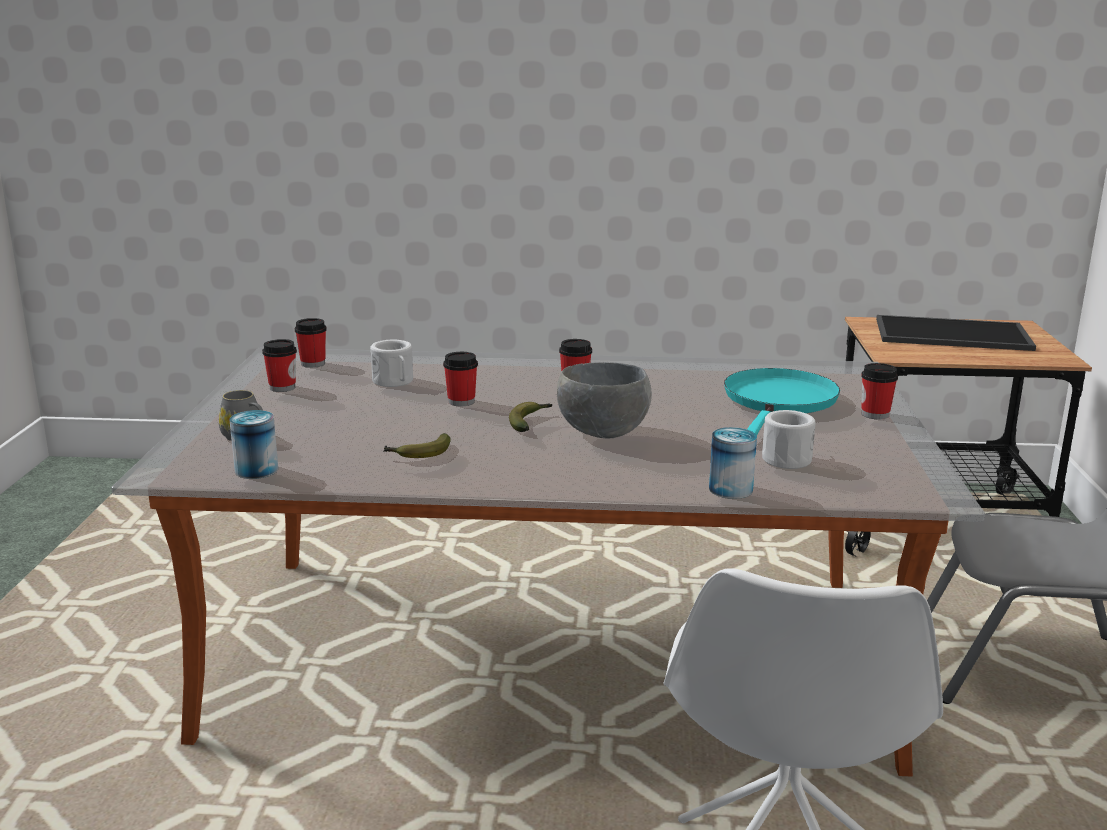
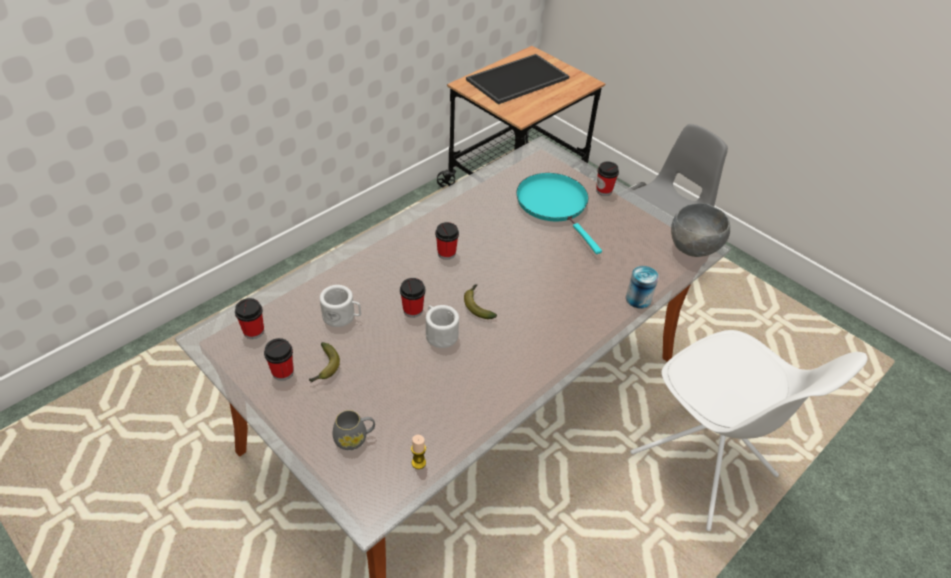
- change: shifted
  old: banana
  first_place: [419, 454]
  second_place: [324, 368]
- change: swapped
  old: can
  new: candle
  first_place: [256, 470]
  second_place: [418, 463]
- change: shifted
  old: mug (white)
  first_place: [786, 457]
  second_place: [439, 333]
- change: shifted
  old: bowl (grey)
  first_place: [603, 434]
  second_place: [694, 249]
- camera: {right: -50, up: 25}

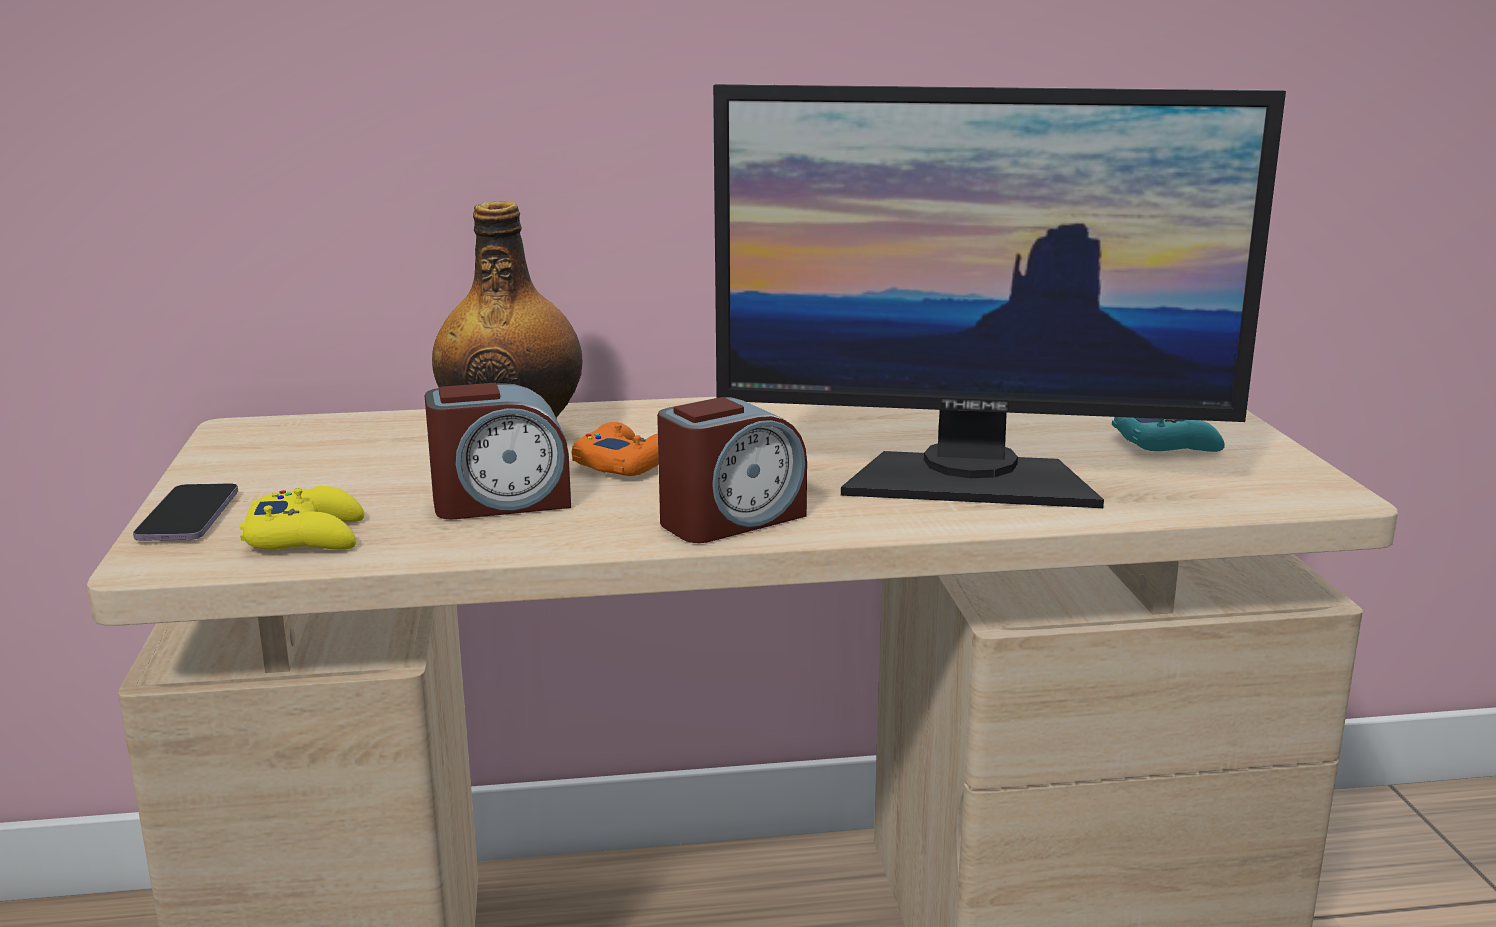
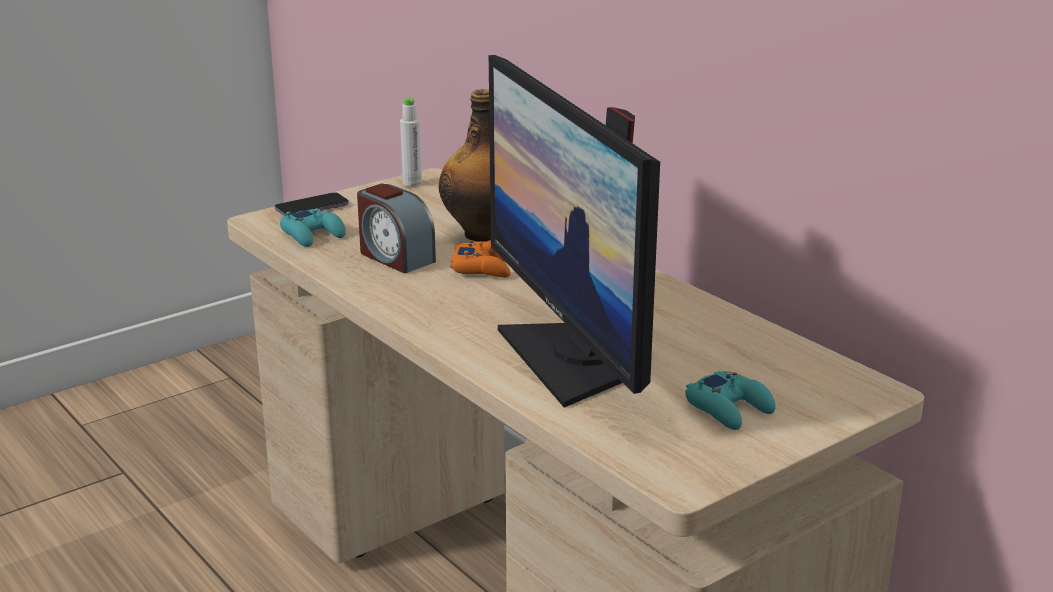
- change: repainted
  old: game controller (yellow)
  new: game controller (turquoise)
  first_place: [307, 536]
  second_place: [313, 235]
- change: new
  new: bottle (white)
  second_place: [412, 183]
- change: gone
  old: alarm clock
  first_place: [731, 520]
- camera: {right: 60, up: 5}

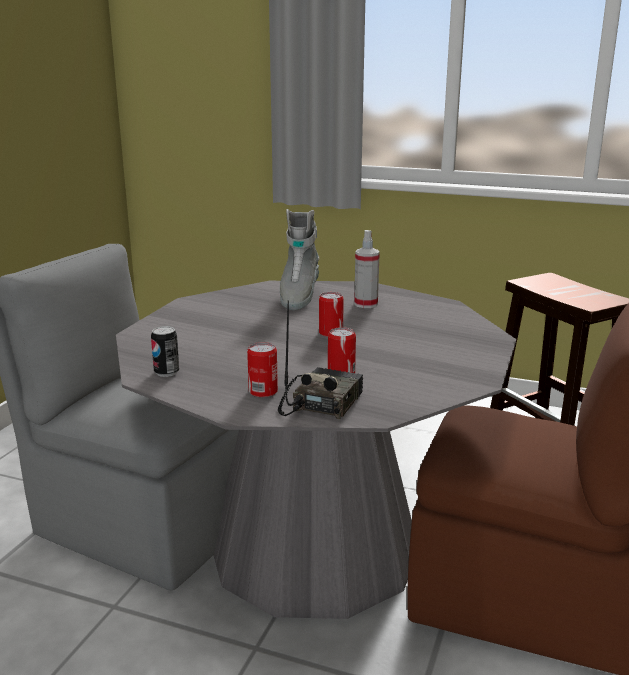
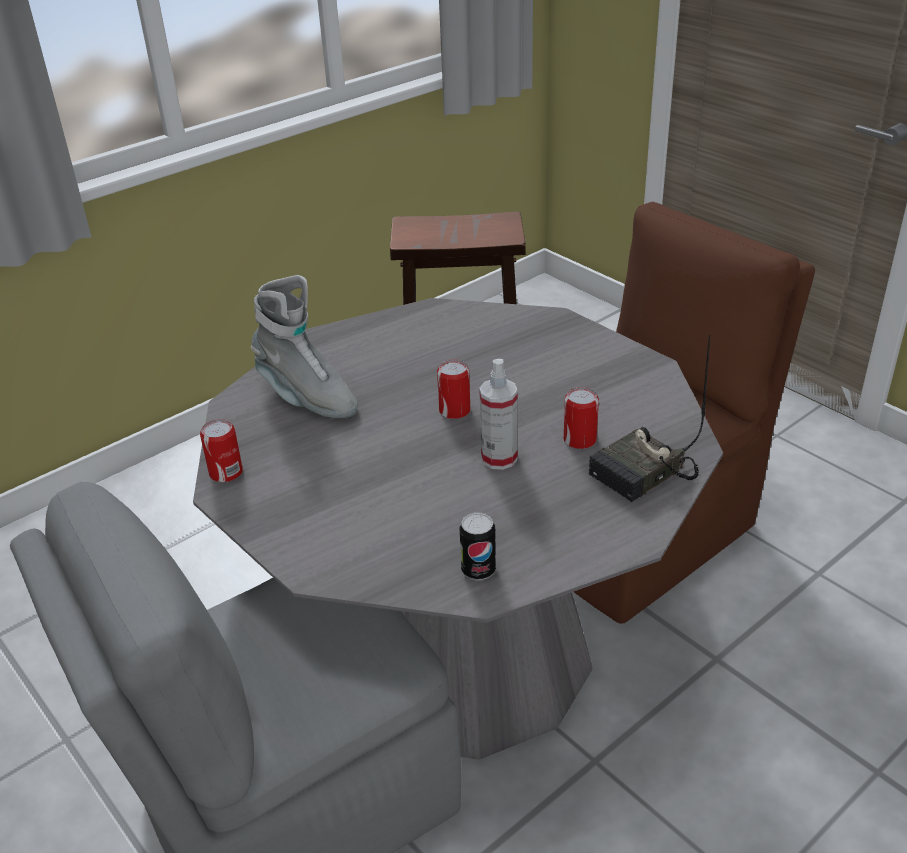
- change: shifted
  old: can
  first_place: [263, 391]
  second_place: [226, 472]
- change: shifted
  old: spray bottle
  first_place: [366, 304]
  second_place: [499, 458]
- change: rotated
  old: radio
  first_place: [320, 403]
  second_place: [644, 475]
  degrees: -90
- camera: {right: -60, up: 15}

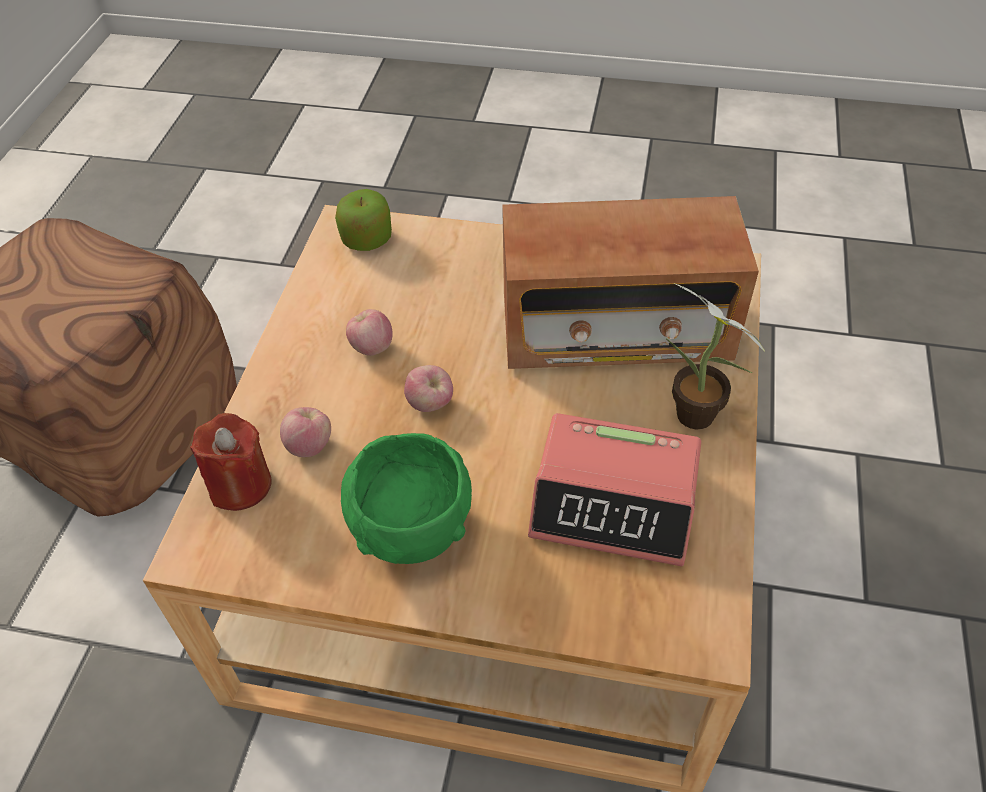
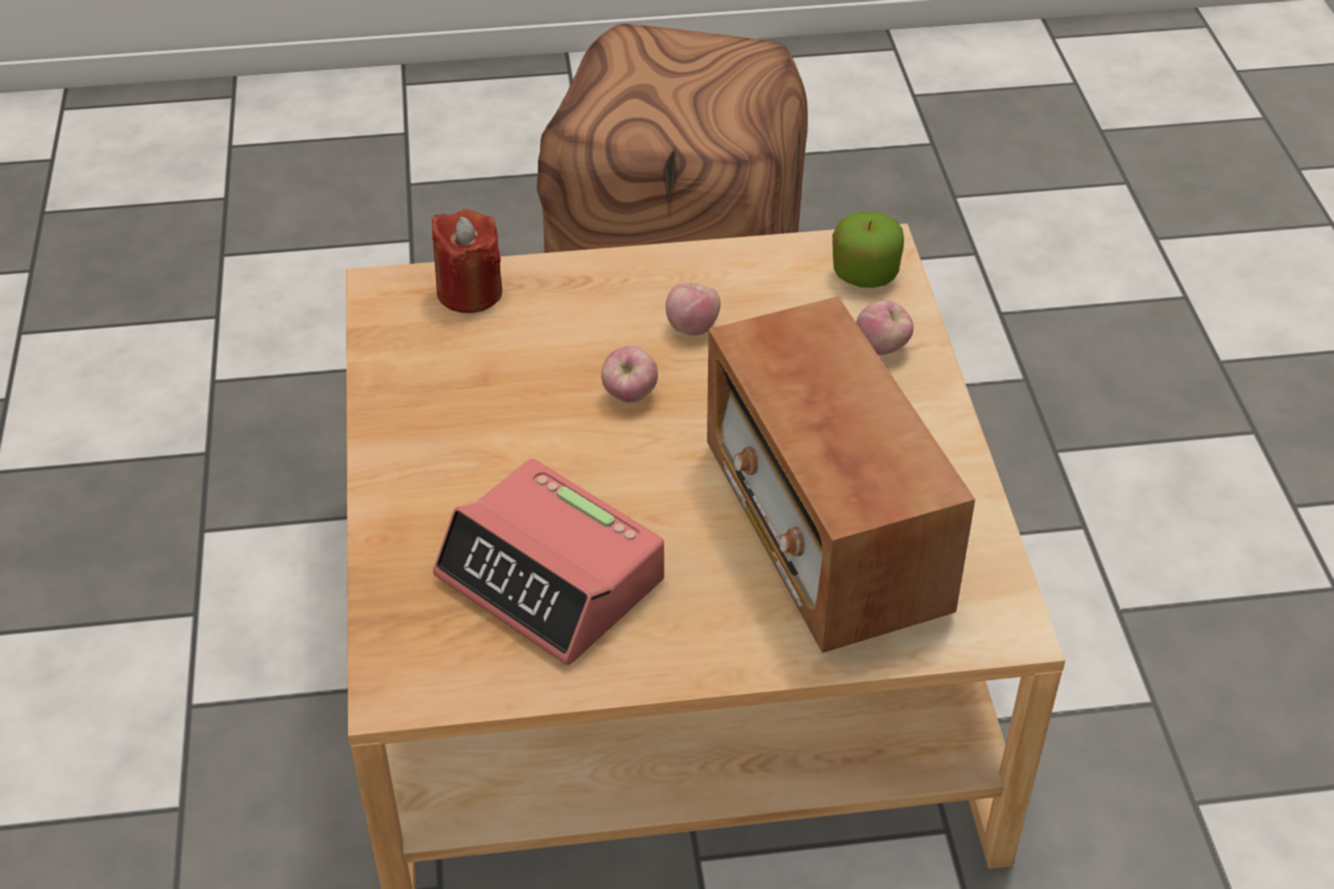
- change: rotated
  old: alarm clock
  first_place: [615, 501]
  second_place: [552, 579]
  degrees: -45
- change: shifted
  old: apple
  first_place: [309, 445]
  second_place: [882, 348]
- change: gone
  old: bowl (green)
  first_place: [411, 531]
- change: gone
  old: potted plant
  first_place: [698, 420]
- camera: {right: 70, up: -5}

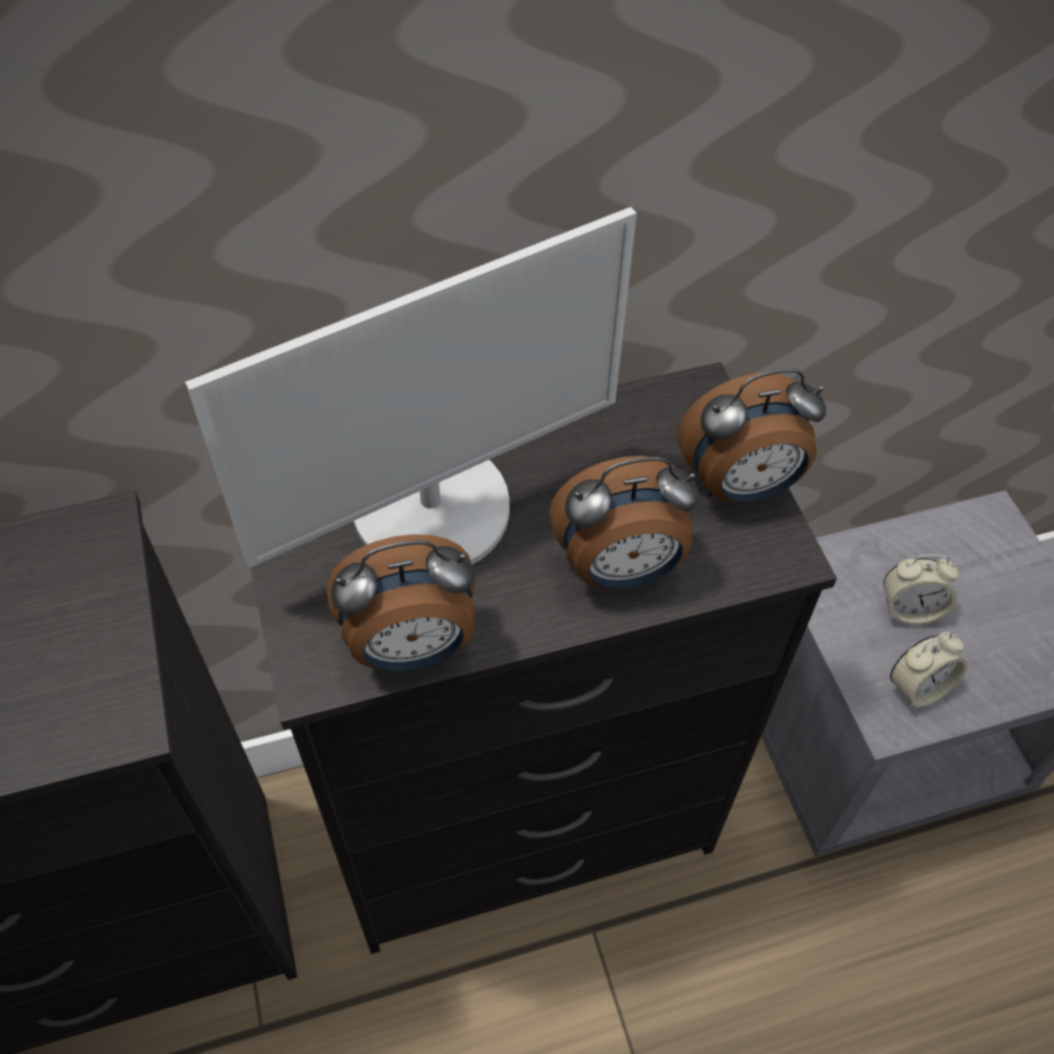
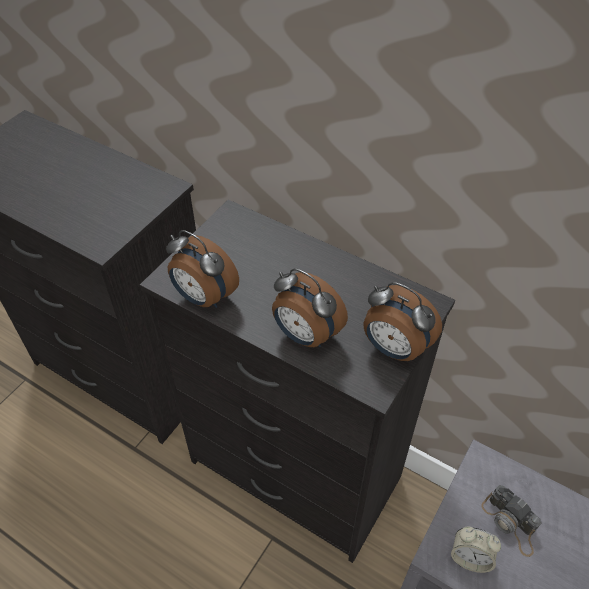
- change: swapped
  old: alarm clock
  new: photo camera
  first_place: [909, 609]
  second_place: [510, 524]
- change: gone
  old: monitor
  first_place: [433, 508]
- camera: {right: 50, up: -5}

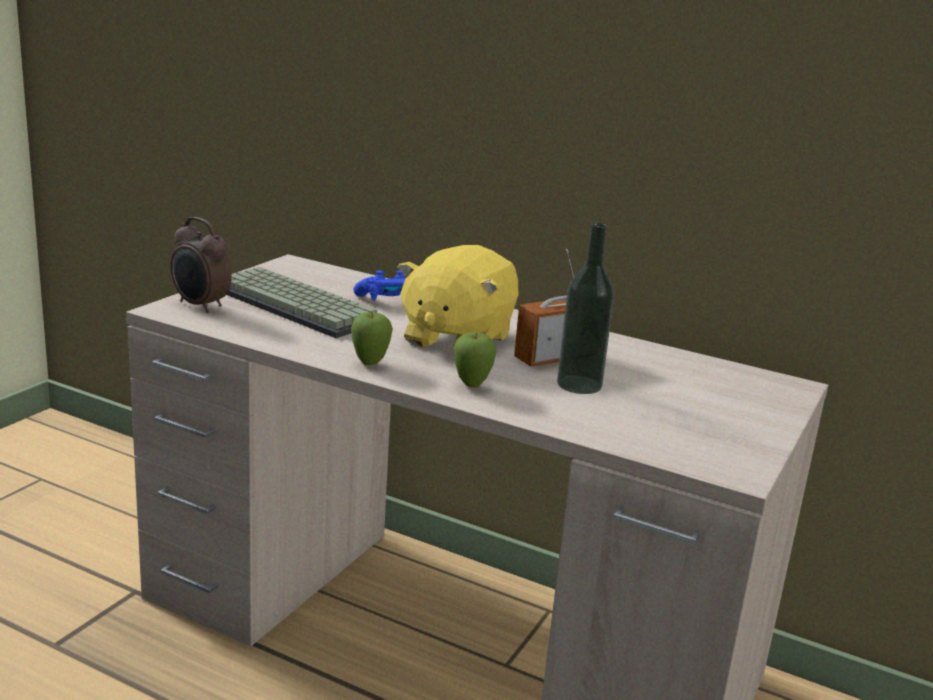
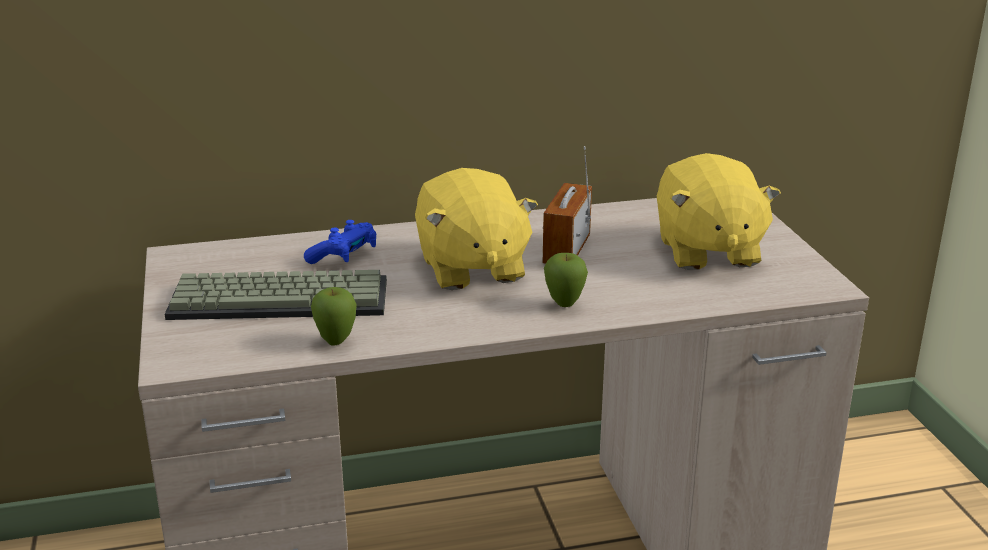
- change: shifted
  old: apple
  first_place: [370, 363]
  second_place: [336, 342]
- change: new
  new: plush toy (yellow)
  second_place: [707, 251]
- change: gone
  old: alarm clock
  first_place: [200, 306]
- change: gone
  old: bottle
  first_place: [579, 385]
- camera: {right: -40, up: 5}

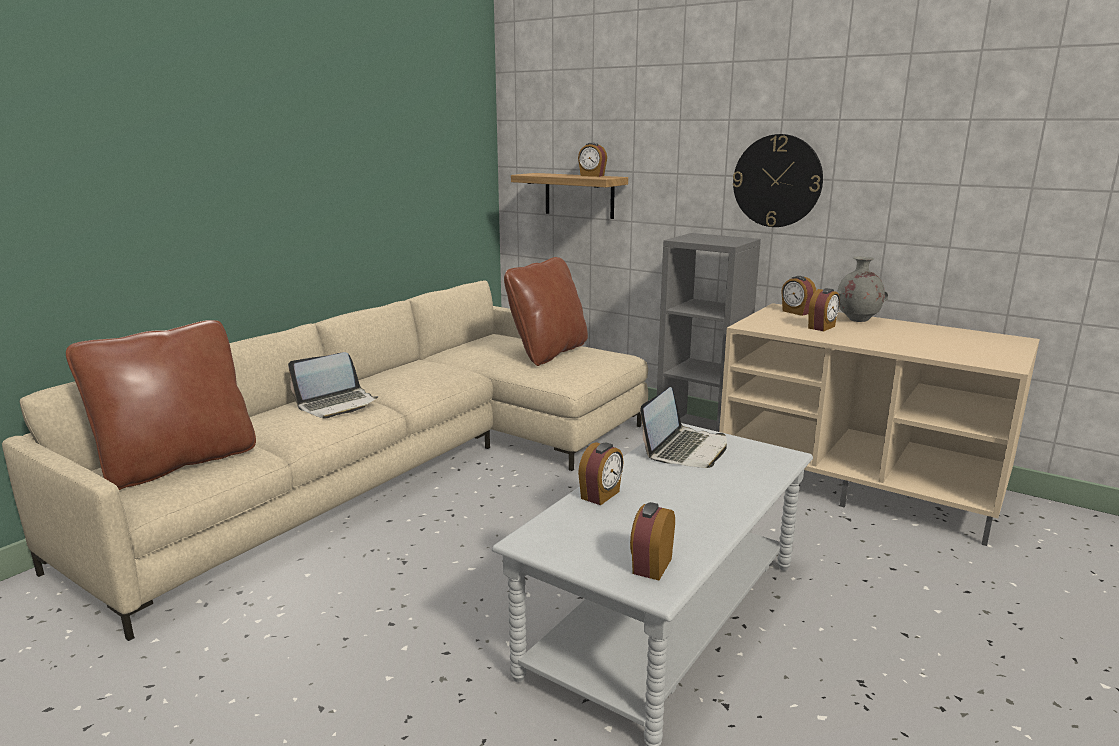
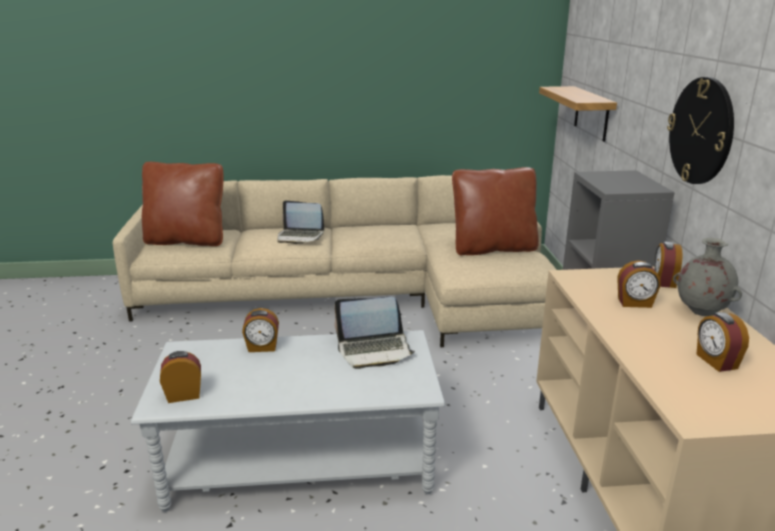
- change: shifted
  old: alarm clock
  first_place: [592, 176]
  second_place: [715, 361]
- camera: {right: 50, up: 5}

